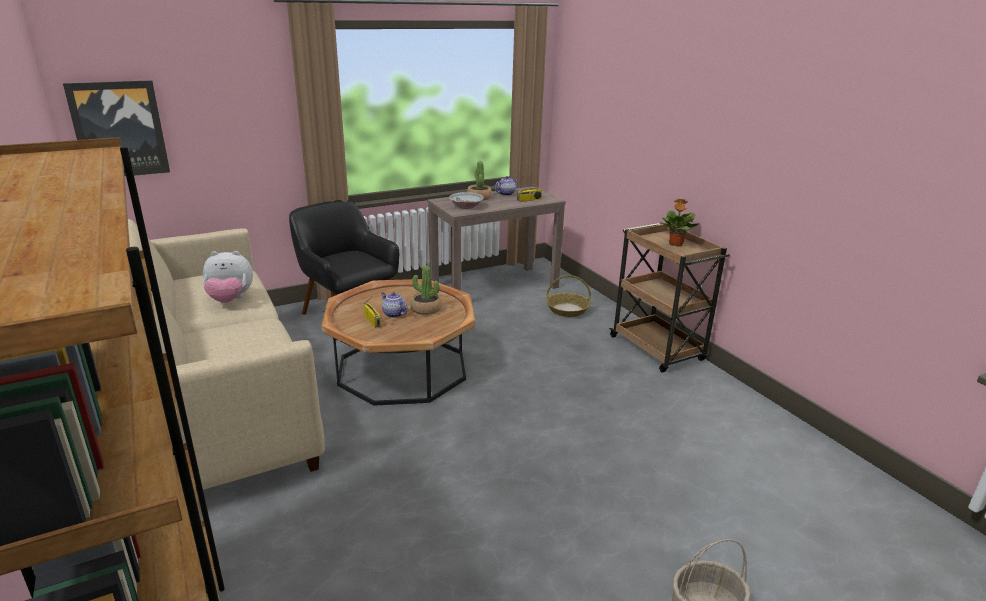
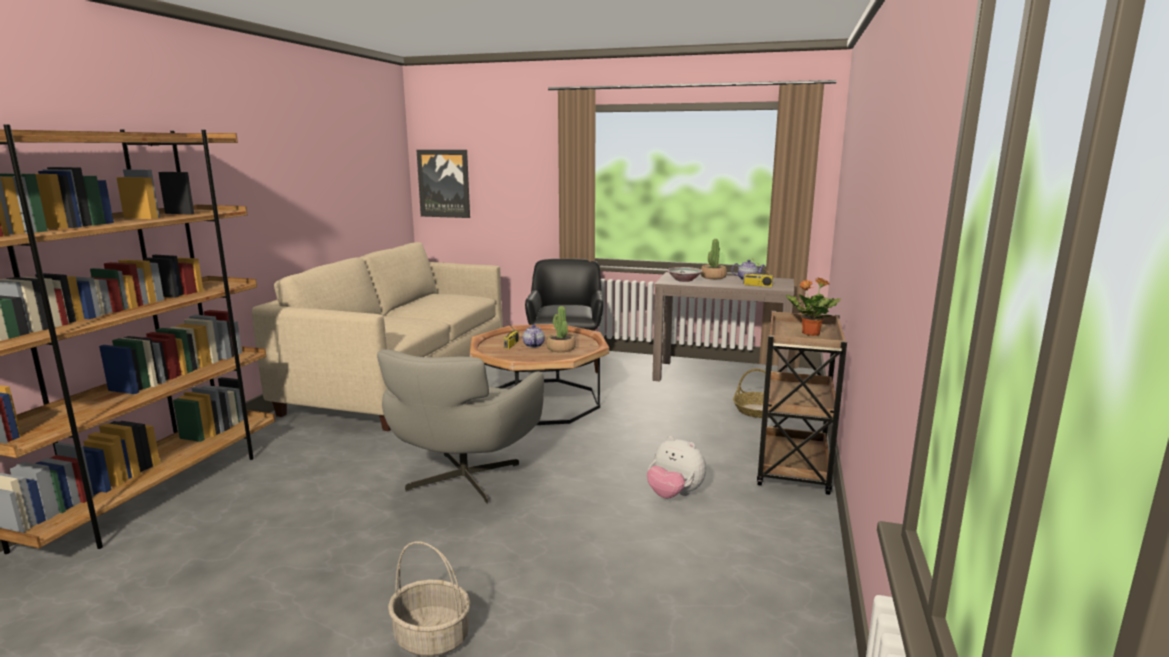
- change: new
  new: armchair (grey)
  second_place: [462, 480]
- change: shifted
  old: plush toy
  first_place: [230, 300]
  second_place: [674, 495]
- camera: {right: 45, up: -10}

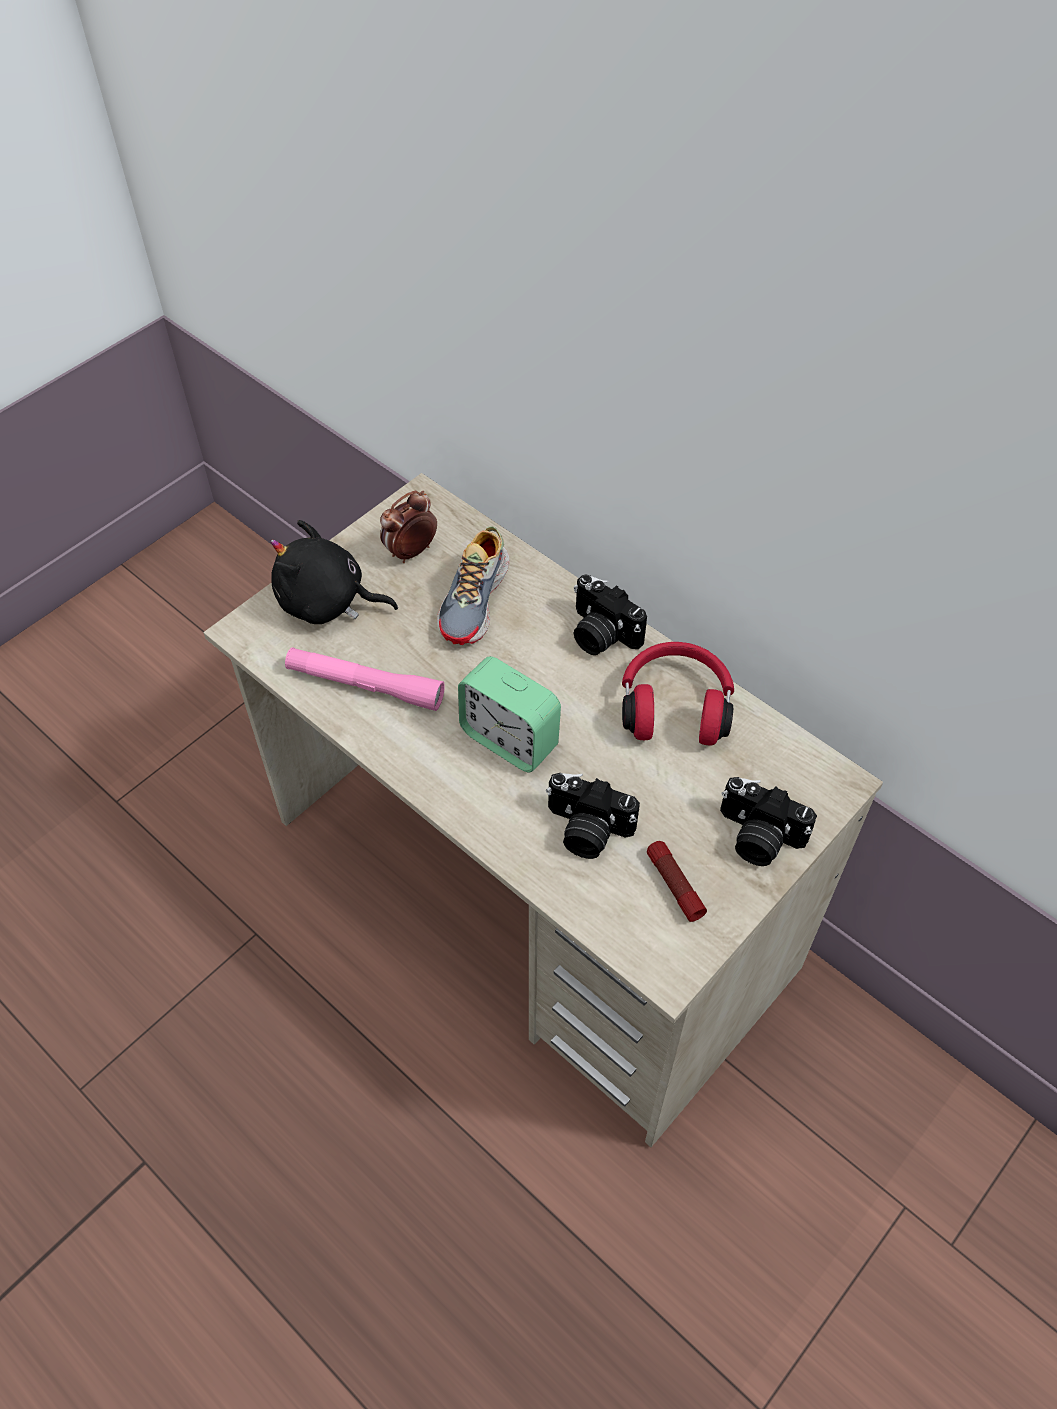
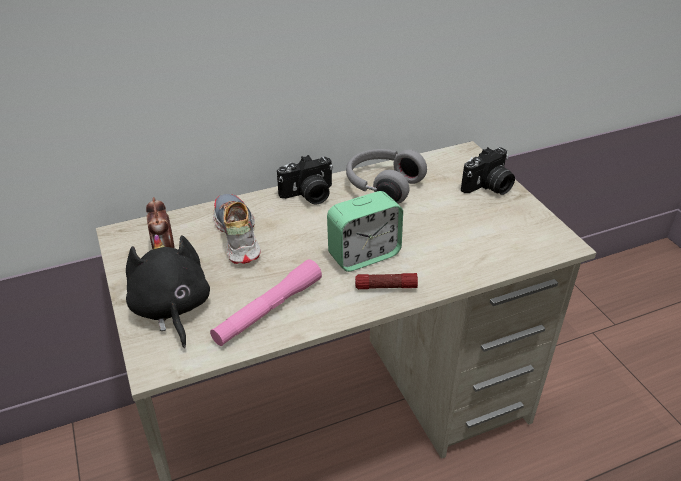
- change: rotated
  old: plush toy (black)
  first_place: [327, 602]
  second_place: [171, 309]
  degrees: 120
- change: rotated
  old: shoe
  first_place: [476, 600]
  second_place: [236, 236]
  degrees: -150
- change: repainted
  old: headphones (red)
  new: headphones (grey)
  first_place: [675, 706]
  second_place: [382, 186]
- change: shifted
  old: flashlight
  first_place: [674, 885]
  second_place: [386, 287]
- change: gone
  old: photo camera
  first_place: [586, 830]
- camera: {right: -65, up: -15}

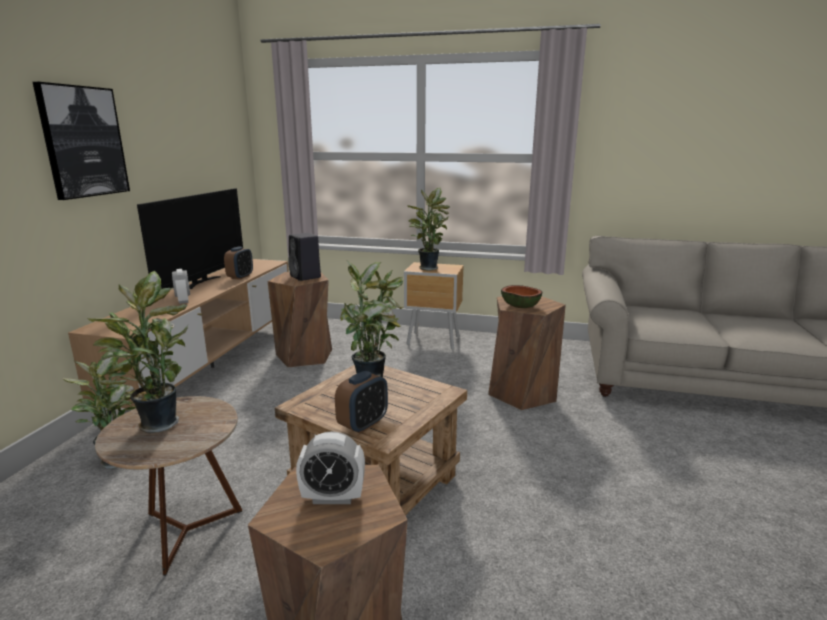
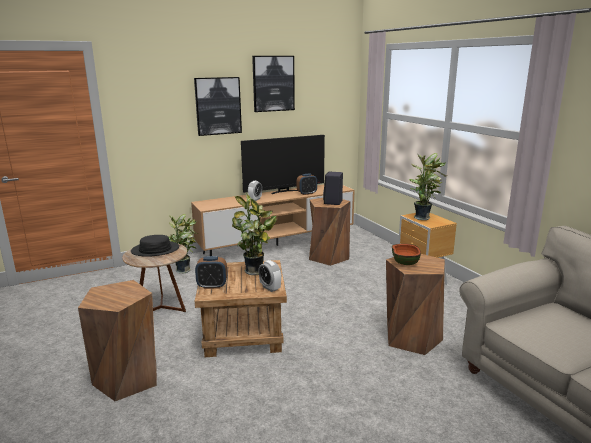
- change: swapped
  old: potted plant
  new: hat (black)
  first_place: [158, 422]
  second_place: [155, 250]
- change: new
  new: picture
  second_place: [273, 83]
- change: shifted
  old: alarm clock
  first_place: [333, 497]
  second_place: [270, 288]
- camera: {right: 50, up: 0}

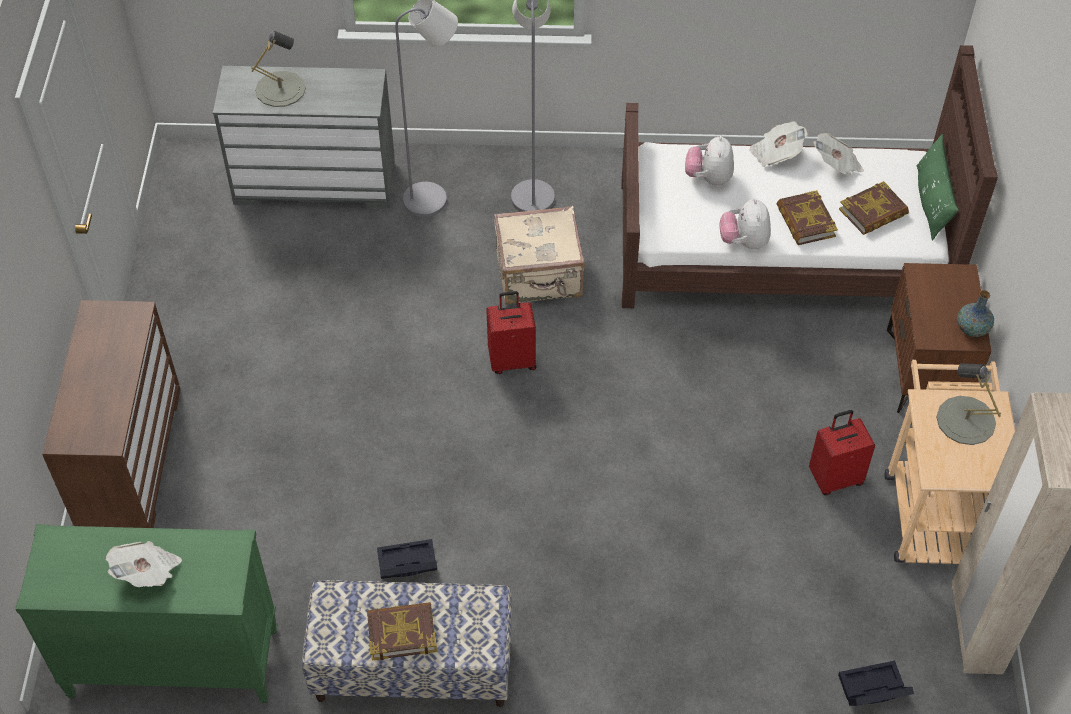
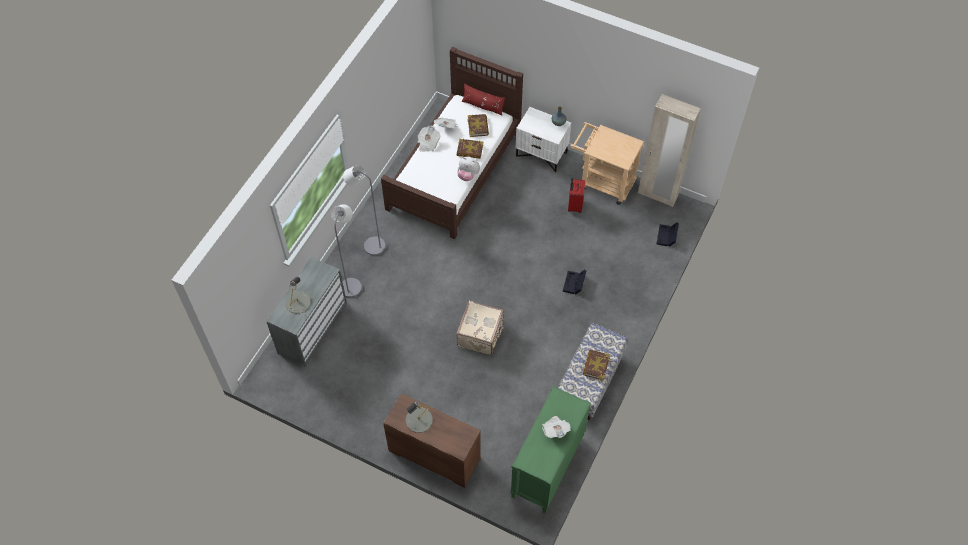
- change: shifted
  old: table lamp (grey)
  first_place: [965, 420]
  second_place: [419, 420]
- change: shifted
  old: suitcase (beige)
  first_place: [539, 276]
  second_place: [481, 335]
- change: repainted
  old: pillow (green)
  new: pillow (red)
  first_place: [931, 202]
  second_place: [483, 106]
- change: repainted
  old: nightstand (brown)
  new: nightstand (white)
  first_place: [925, 372]
  second_place: [542, 154]
- change: shifted
  old: storage box (black)
  first_place: [406, 566]
  second_place: [574, 284]
- change: gone
  old: suitcase (red)
  first_place: [512, 360]
- change: gone
  old: plush toy
  first_place: [708, 178]
- camera: {right: -65, up: 5}

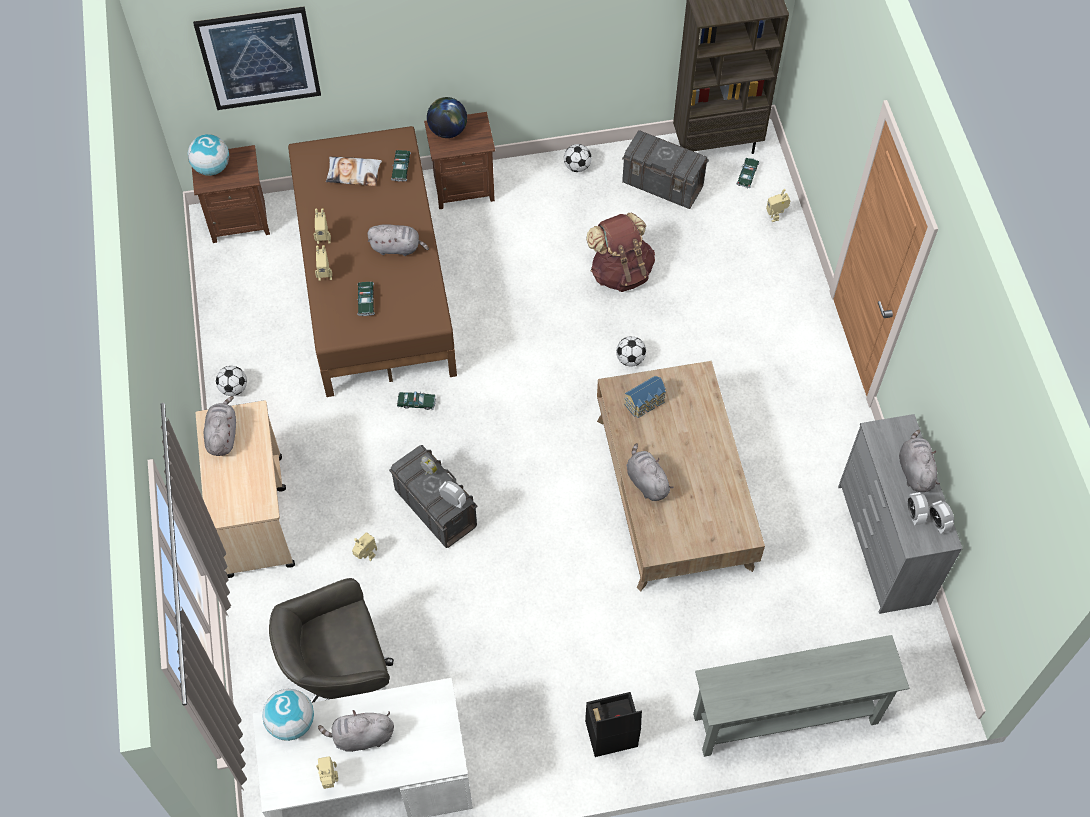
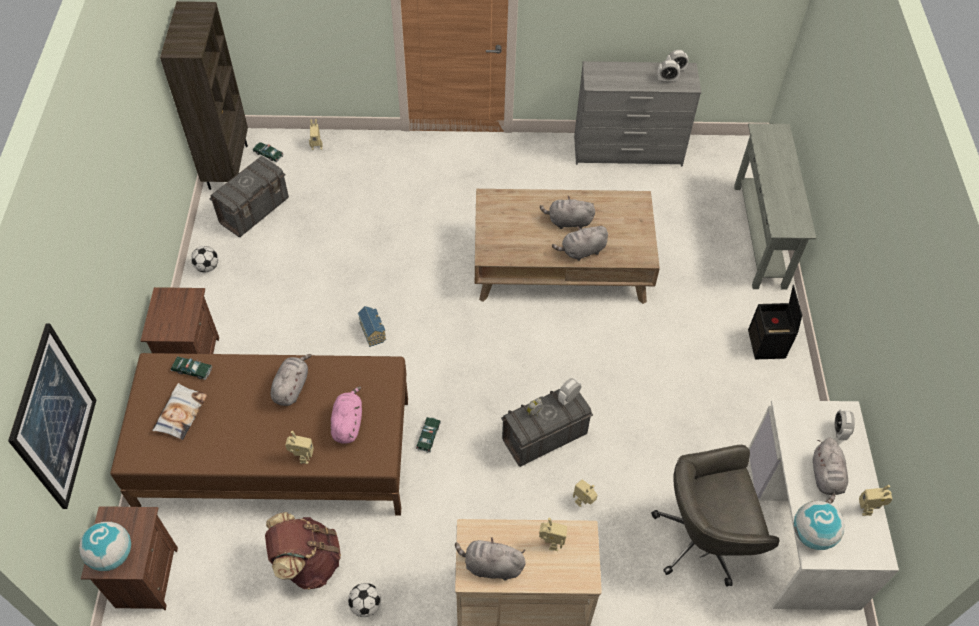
- change: shifted
  old: backpack (brown)
  first_place: [620, 272]
  second_place: [307, 562]
- change: swapped
  old: toy car
  new: plush toy (pink)
  first_place: [366, 301]
  second_place: [347, 423]
- change: shifted
  old: toy house
  first_place: [645, 403]
  second_place: [373, 331]
- change: shifted
  old: toy robot
  first_place: [323, 238]
  second_place: [551, 542]
- change: shifted
  old: plush toy (grey)
  first_place: [915, 470]
  second_place: [568, 222]
- change: rotated
  old: office chair (grey)
  first_place: [341, 678]
  second_place: [704, 538]
  degrees: 90
- change: new
  new: alarm clock
  second_place: [839, 431]
- change: gone
  old: globe
  first_place: [448, 130]
- change: gone
  old: football
  first_place: [630, 359]
- camera: {right: -80, up: -5}

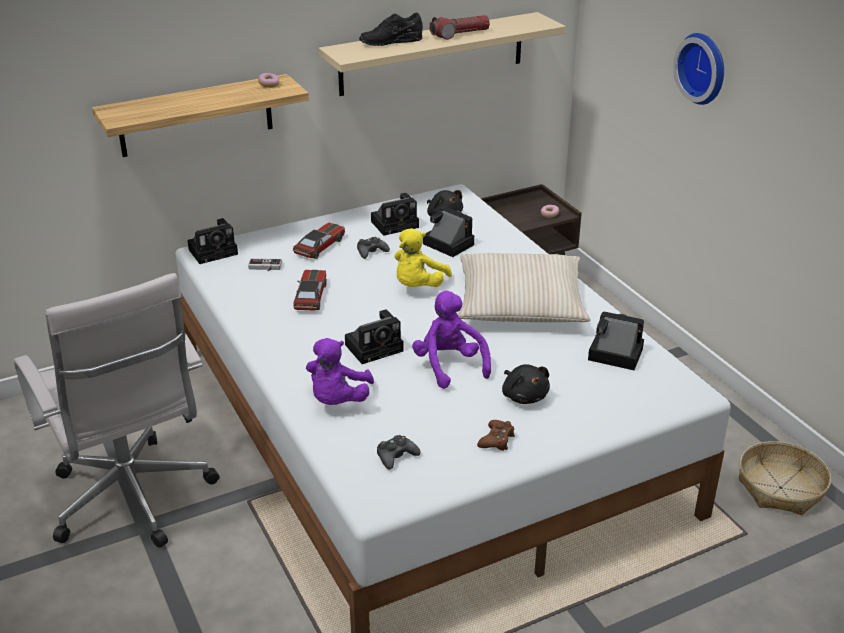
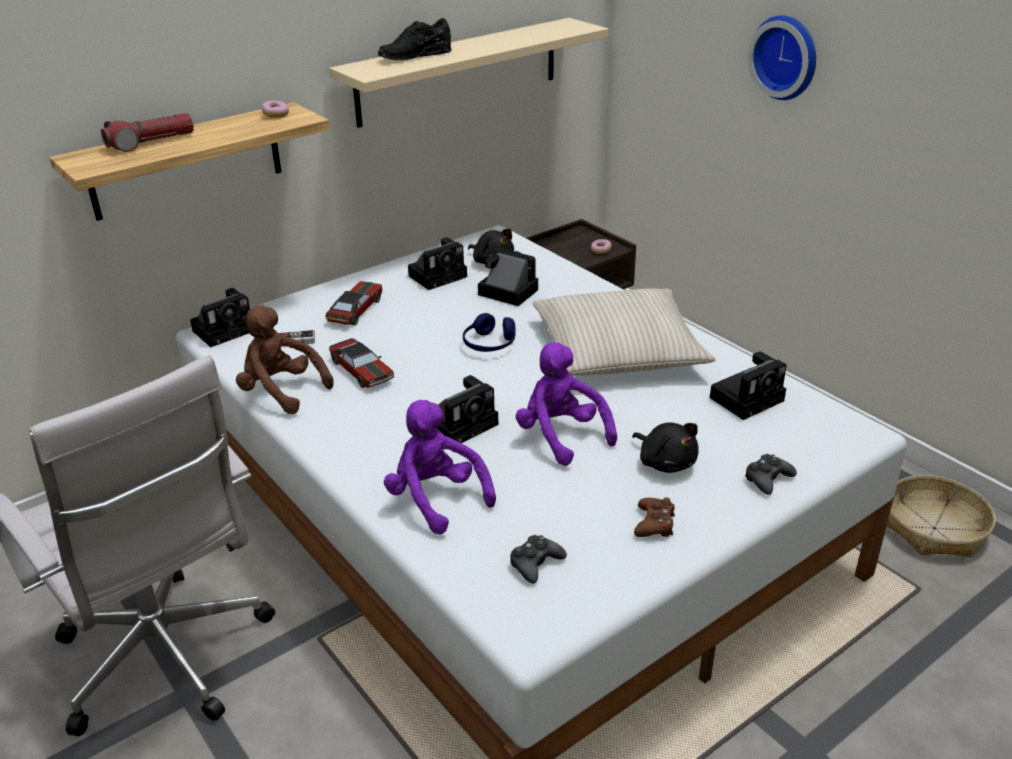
- change: shifted
  old: flashlight
  first_place: [459, 34]
  second_place: [151, 142]
- change: new
  new: plush toy (brown)
  second_place: [281, 391]
- change: rotated
  old: toy car
  first_place: [310, 296]
  second_place: [362, 371]
  degrees: 150
- change: rotated
  old: plush toy (purple)
  first_place: [338, 400]
  second_place: [436, 499]
  degrees: 135
- change: swapped
  old: plush toy (yellow)
  new: headphones (blue)
  first_place: [418, 286]
  second_place: [489, 344]
- change: rotated
  old: photo camera
  first_place: [612, 354]
  second_place: [748, 398]
  degrees: 135
- change: shifted
  old: game controller (black)
  first_place: [371, 252]
  second_place: [767, 479]
- camera: {right: -10, up: 0}

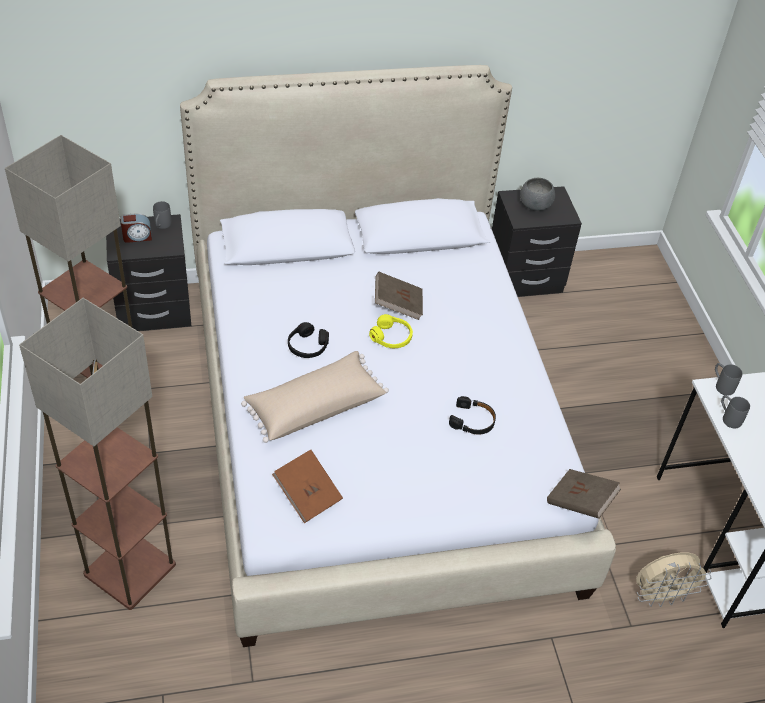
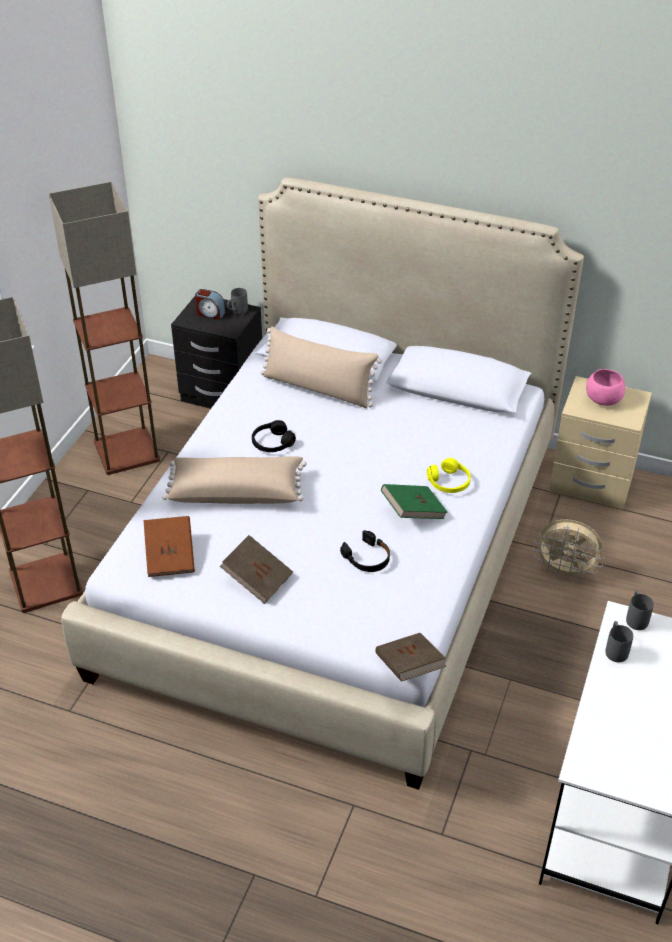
- change: shifted
  old: book (brown)
  first_place: [398, 305]
  second_place: [257, 579]
- change: new
  new: pillow (beige)
  second_place: [318, 388]
- change: new
  new: book (green)
  second_place: [413, 512]
- change: shifted
  old: headphones (yellow)
  first_place: [391, 337]
  second_place: [449, 482]
- change: shifted
  old: fan (beige)
  first_place: [661, 596]
  second_place: [565, 571]
- change: repainted
  old: nightstand (black)
  new: nightstand (beige)
  first_place: [524, 278]
  second_place: [591, 482]
- change: repainted
  old: bowl (grey)
  new: bowl (pink)
  first_place: [535, 205]
  second_place: [603, 400]
- camera: {right: 35, up: -5}

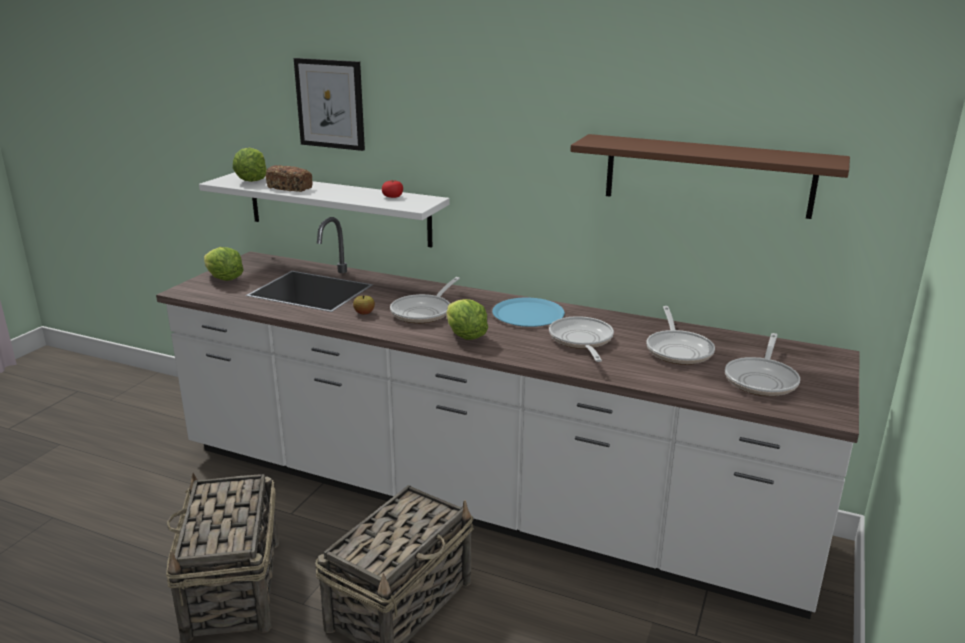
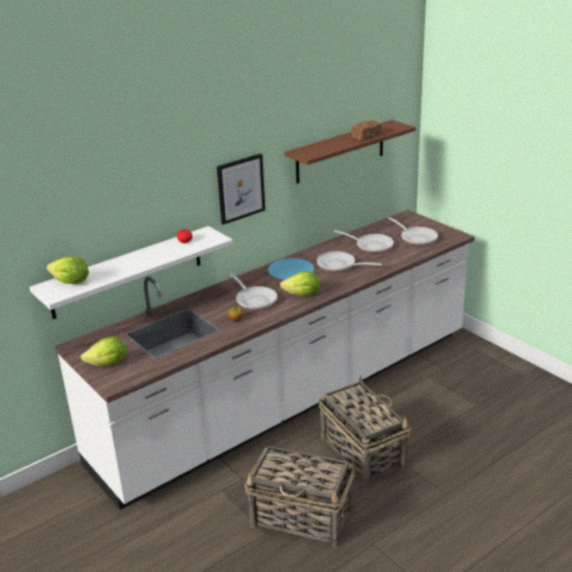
- change: shifted
  old: picture
  first_place: [330, 104]
  second_place: [240, 188]
- change: shifted
  old: bread
  first_place: [290, 188]
  second_place: [366, 136]
- camera: {right: -60, up: 5}

